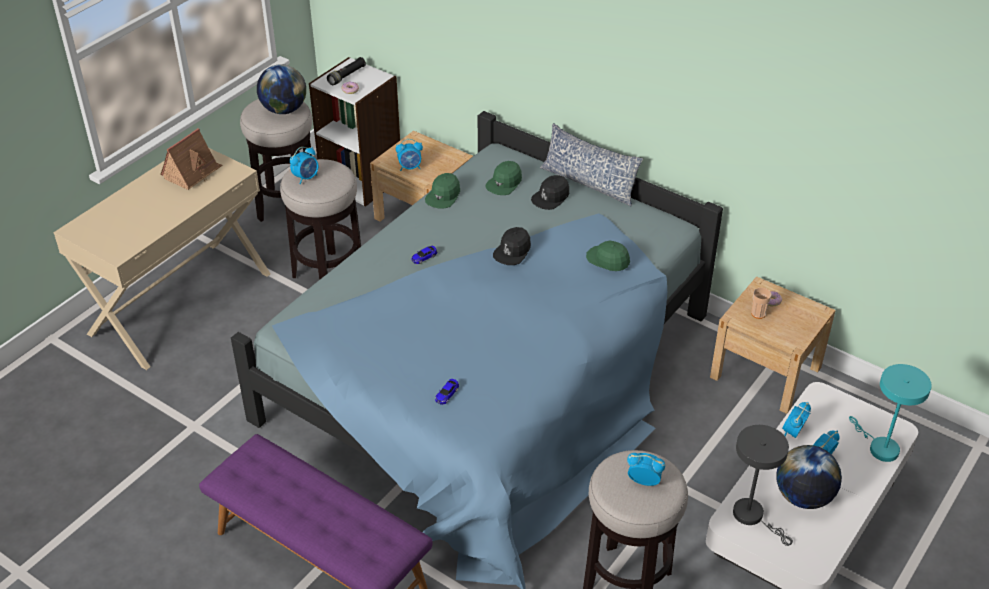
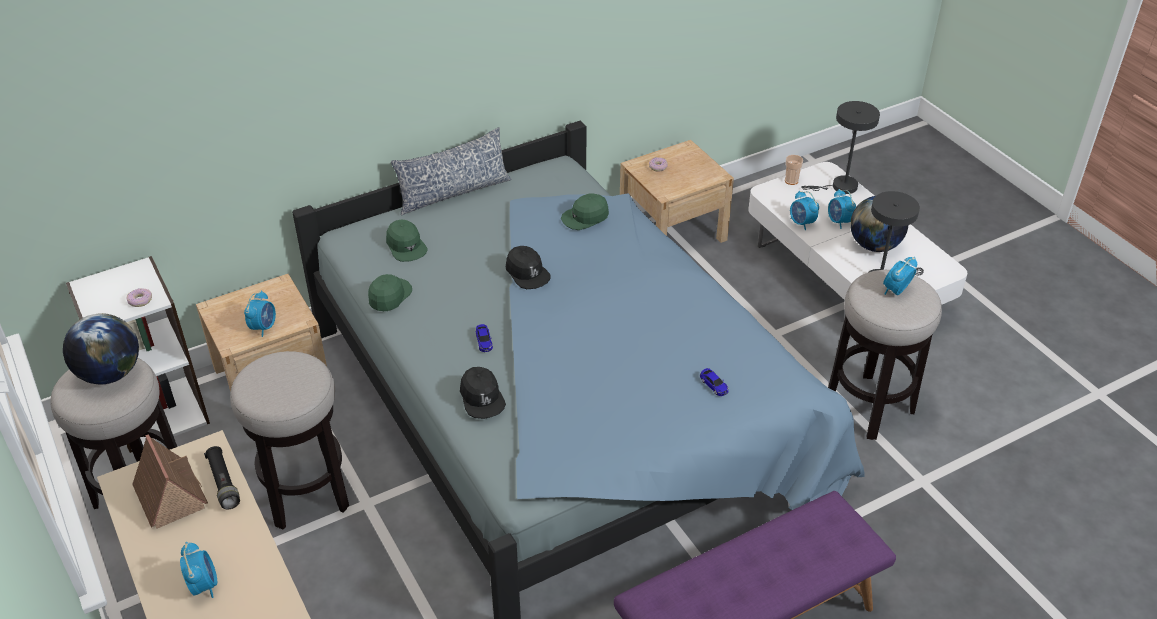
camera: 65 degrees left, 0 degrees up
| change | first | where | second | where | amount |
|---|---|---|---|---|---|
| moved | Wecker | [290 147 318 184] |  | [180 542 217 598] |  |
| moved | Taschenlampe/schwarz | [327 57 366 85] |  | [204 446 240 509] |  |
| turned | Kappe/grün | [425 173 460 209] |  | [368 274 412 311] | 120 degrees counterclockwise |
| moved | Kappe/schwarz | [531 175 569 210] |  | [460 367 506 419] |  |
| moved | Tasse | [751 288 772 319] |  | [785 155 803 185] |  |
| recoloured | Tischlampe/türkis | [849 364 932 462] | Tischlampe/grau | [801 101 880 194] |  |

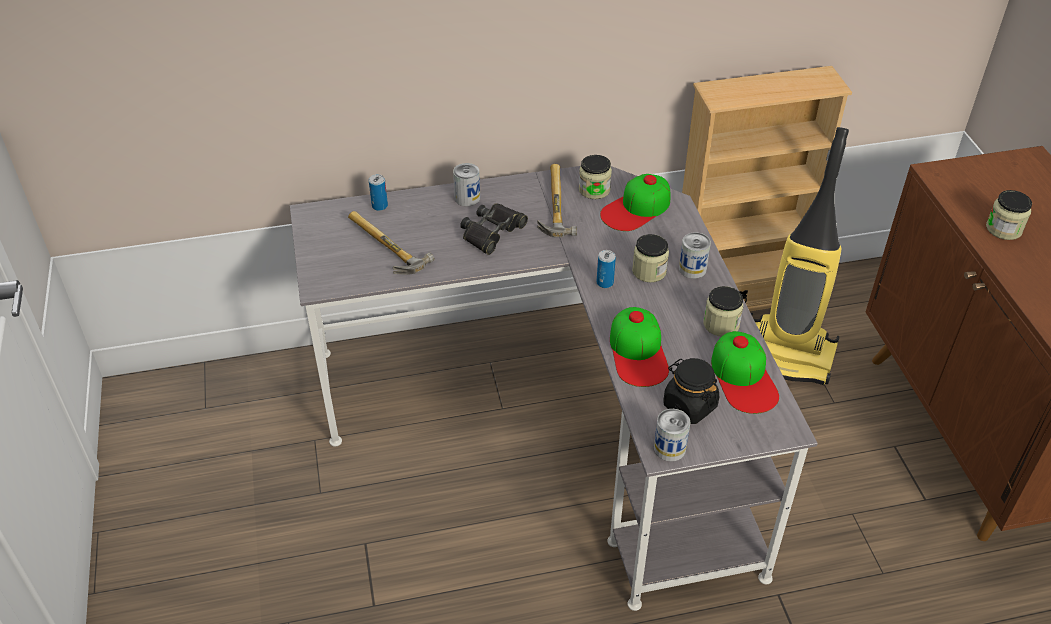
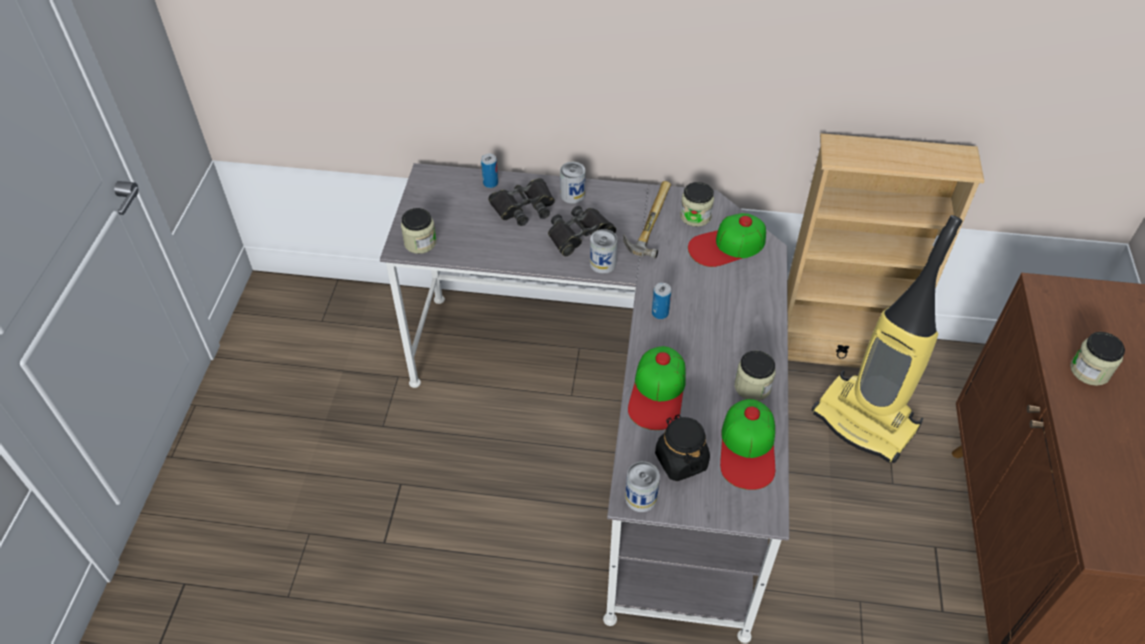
camera: 20 degrees right, 5 degrees up
| change | first | where | second | where | amount |
|---|---|---|---|---|---|
| removed | Hammer | [348 211 435 275] |  |  |  |
| moved | Vorratsglas | [632 234 669 282] |  | [401 208 436 254] |  |
| moved | Dose | [679 232 711 279] |  | [590 229 617 274] |  |
| added |  |  | Fernglas/schwarz | [488 178 555 226] |  |

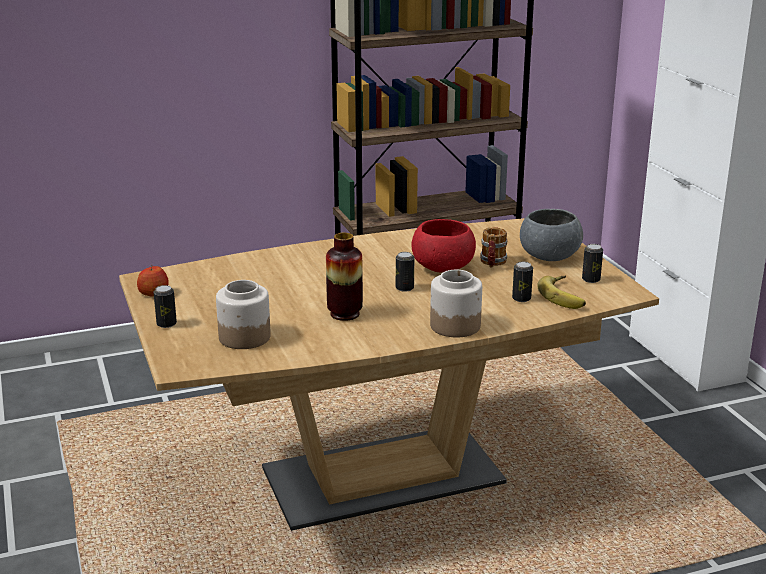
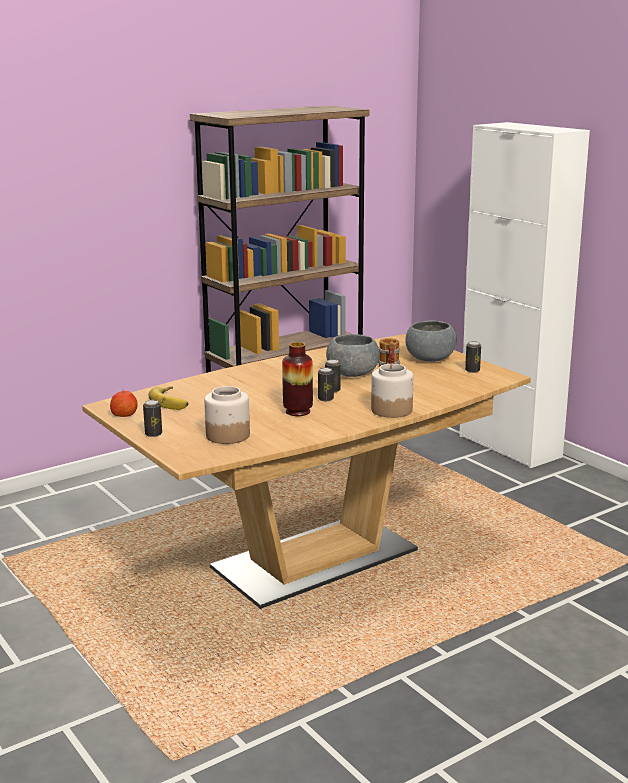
camera: 15 degrees left, 5 degrees down
| change | first | where | second | where | amount |
|---|---|---|---|---|---|
| recoloured | Schüssel/rot | [412 219 476 272] | Schüssel/grau | [326 334 380 377] |  |
| moved | Dose | [512 262 533 302] |  | [318 368 334 401] |  |
| moved | Banane | [537 276 586 309] |  | [148 386 188 410] |  |

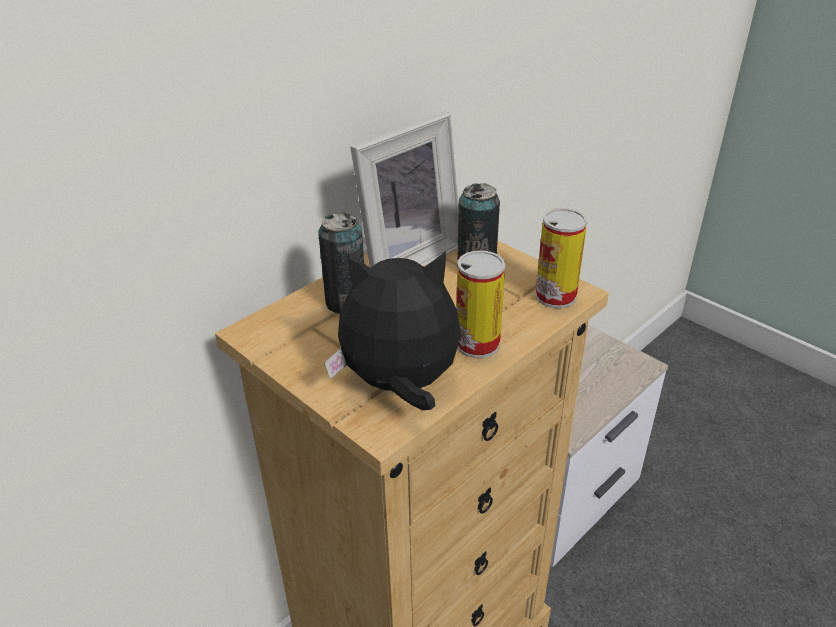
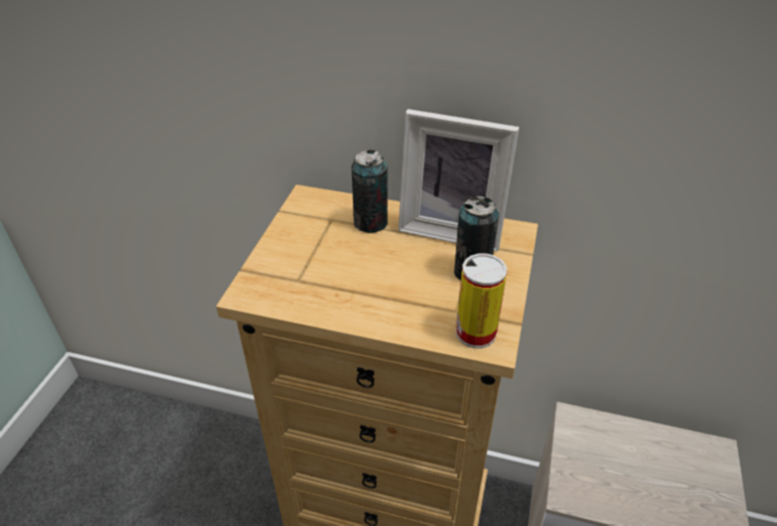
camera: 60 degrees right, 5 degrees up
| change | first | where | second | where | amount |
|---|---|---|---|---|---|
| removed | Plüschtier | [325 251 461 410] |  |  |  |
| removed | Dose | [456 251 505 358] |  |  |  |

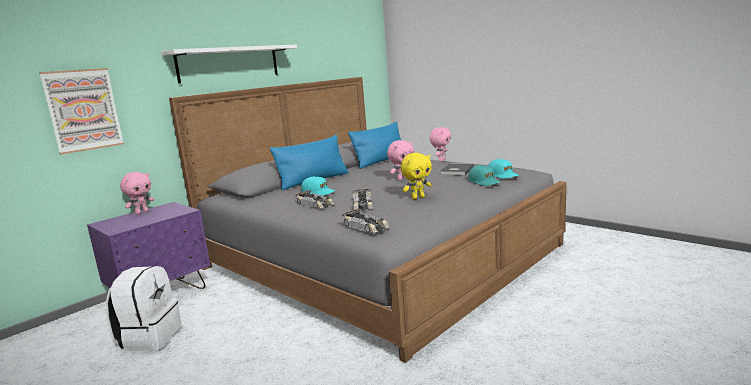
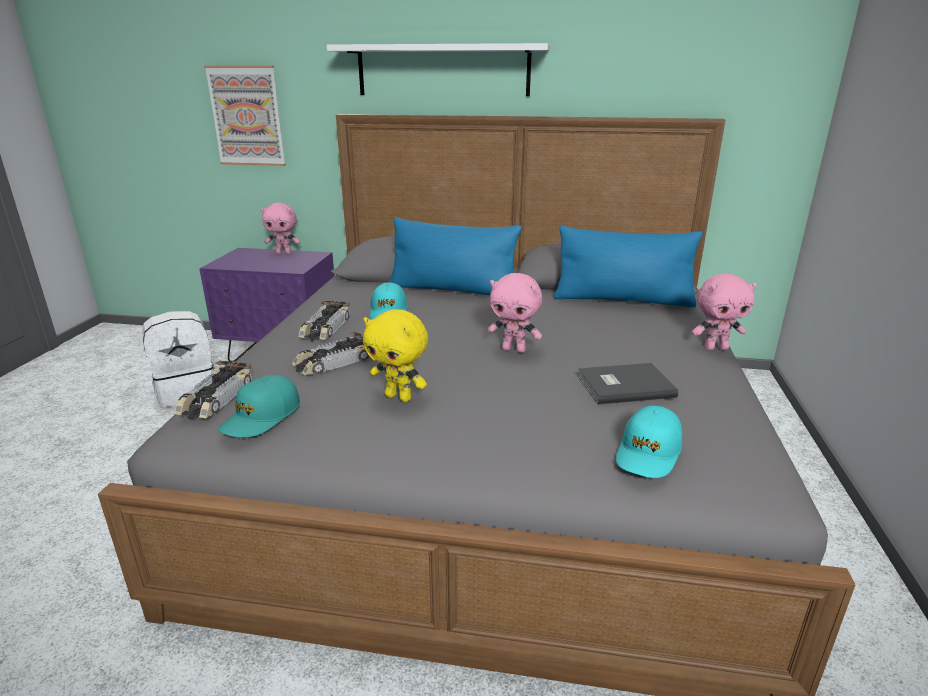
camera: 55 degrees right, 10 degrees up
| change | first | where | second | where | amount |
|---|---|---|---|---|---|
| moved | Kappe/türkis | [468 165 501 186] |  | [218 375 300 437] |  |

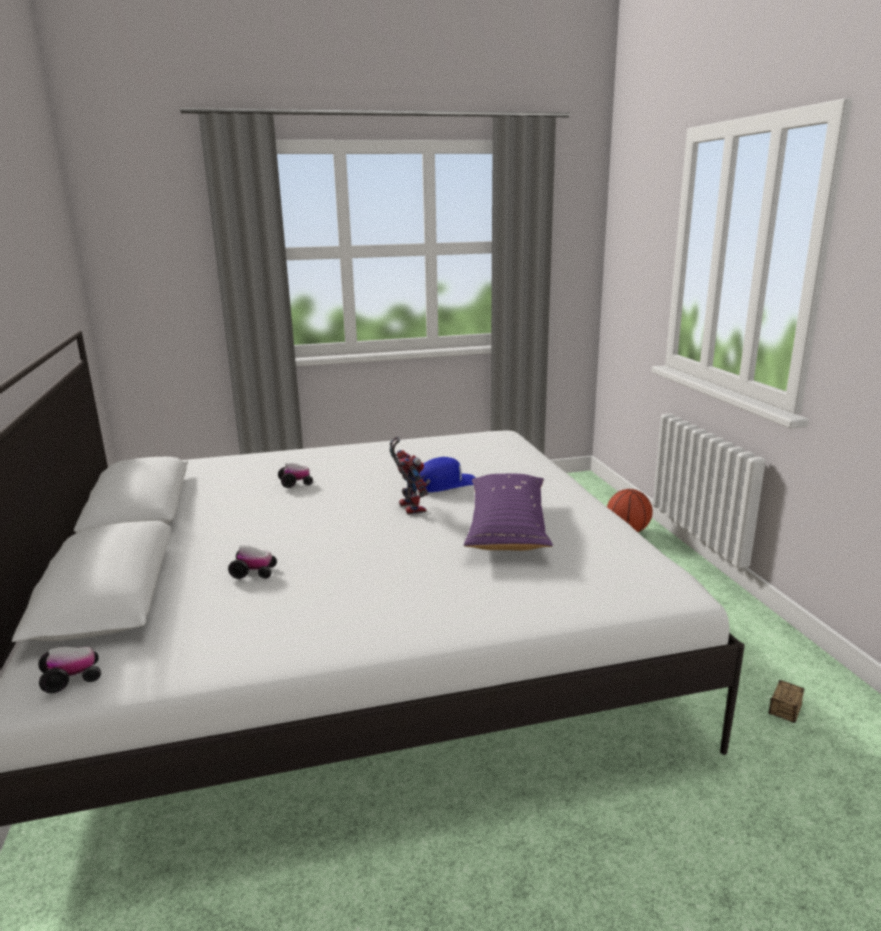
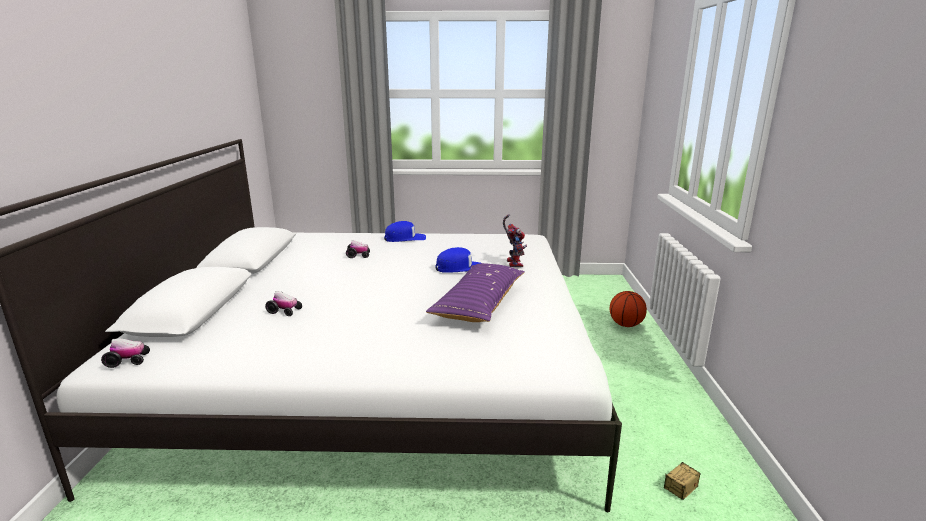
camera: 15 degrees right, 0 degrees up
| change | first | where | second | where | amount |
|---|---|---|---|---|---|
| moved | Spielzeugroboter | [390 437 431 514] |  | [503 214 527 267] |  |
| added |  |  | Kappe/blau | [384 221 426 242] |  |

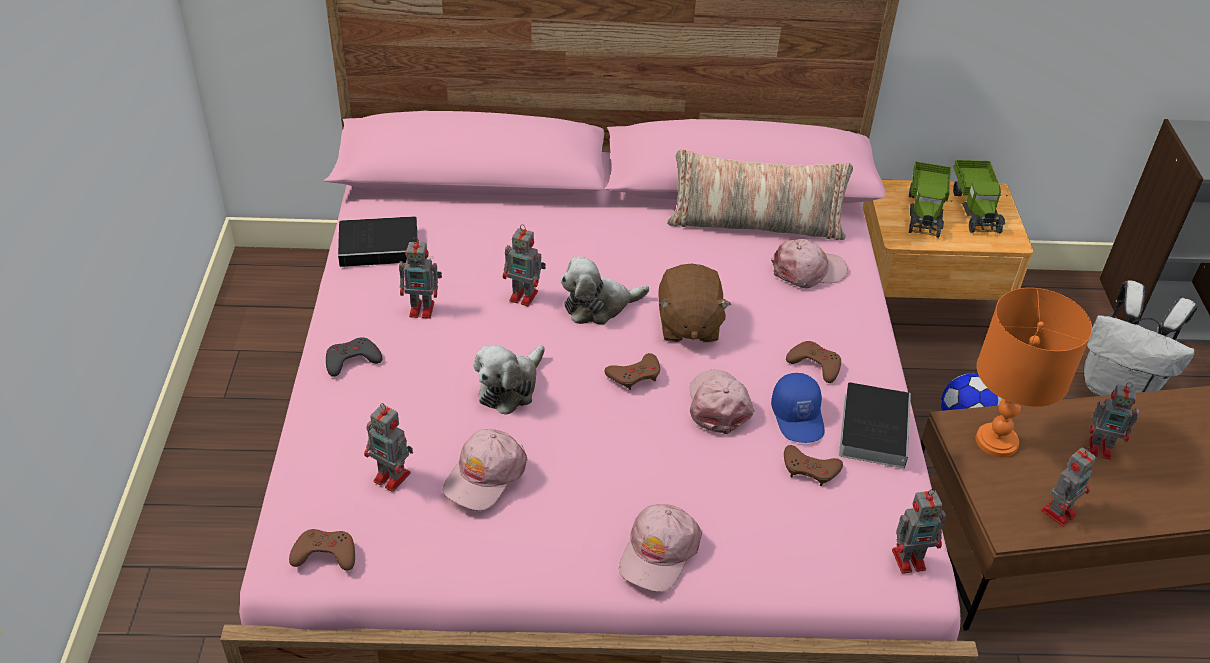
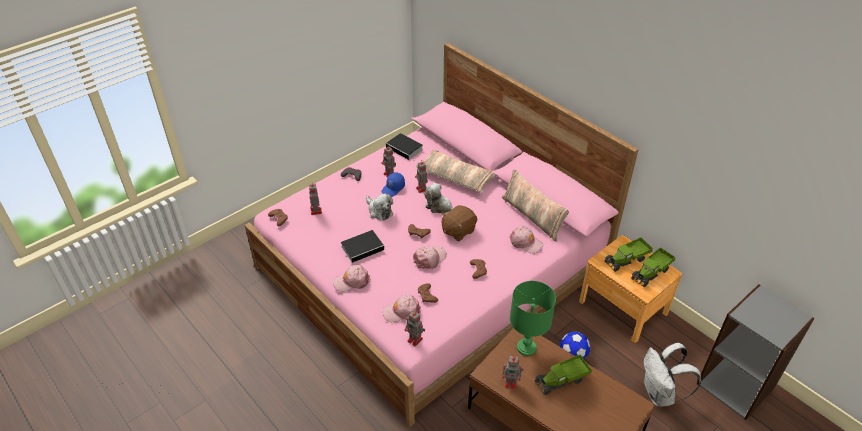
camera: 50 degrees right, 0 degrees up
| change | first | where | second | where | amount |
|---|---|---|---|---|---|
| moved | Kappe/rosa | [442 429 527 510] |  | [382 295 421 322] |  |
| turned | Plüschtier | [474 345 545 415] |  | [366 194 393 220] | 120 degrees counterclockwise |
| moved | Kappe/blau | [771 373 825 443] |  | [381 173 405 197] |  |
| moved | Buch | [839 382 911 468] |  | [341 230 390 263] |  |
| recoloured | Tischlampe/orange | [976 288 1092 457] | Tischlampe/grün | [510 281 556 356] |  |
| replaced | Spielzeugroboter | [1089 382 1139 460] | Spielzeuglaster | [535 355 592 395] |  |
| added |  |  | Kissen | [415 149 495 193] |  |

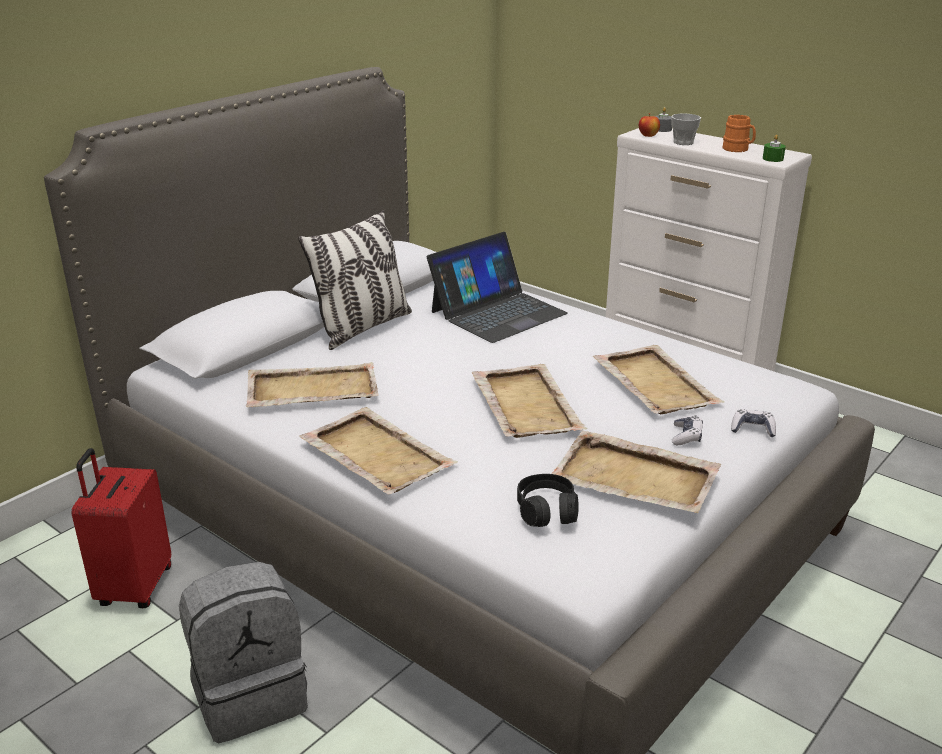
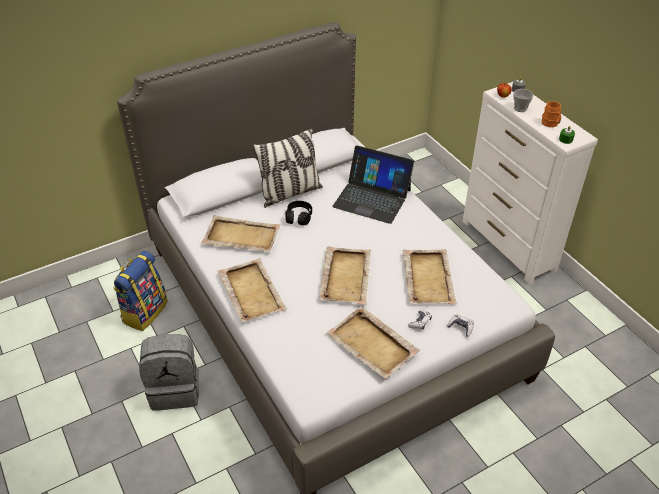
camera: 20 degrees right, 15 degrees up
| change | first | where | second | where | amount |
|---|---|---|---|---|---|
| replaced | Koffer/rot | [72 448 171 608] | Rucksack | [113 251 168 331] |  |
| turned | Laptop | [427 232 568 343] |  | [332 145 414 224] | 45 degrees clockwise |
| moved | Kopfhörer/schwarz | [517 474 579 527] |  | [285 201 312 225] |  |

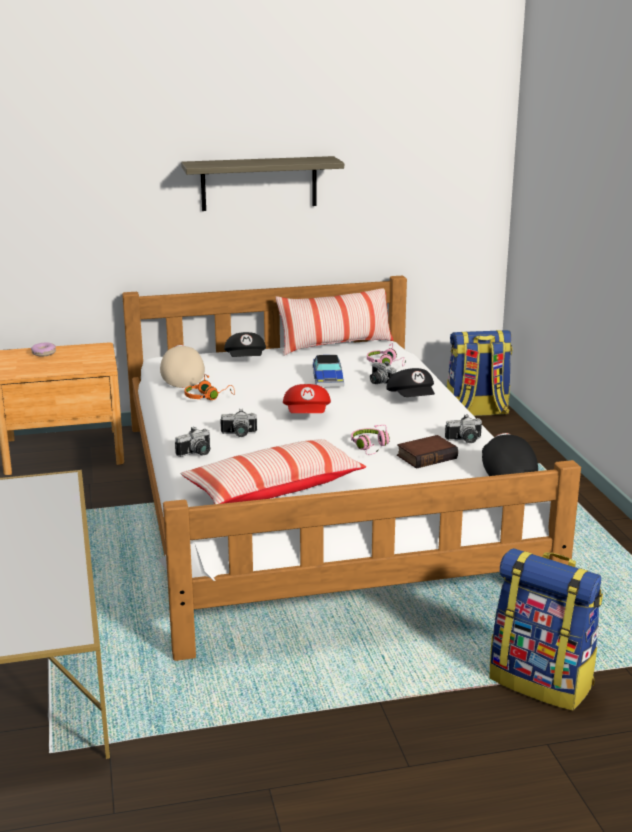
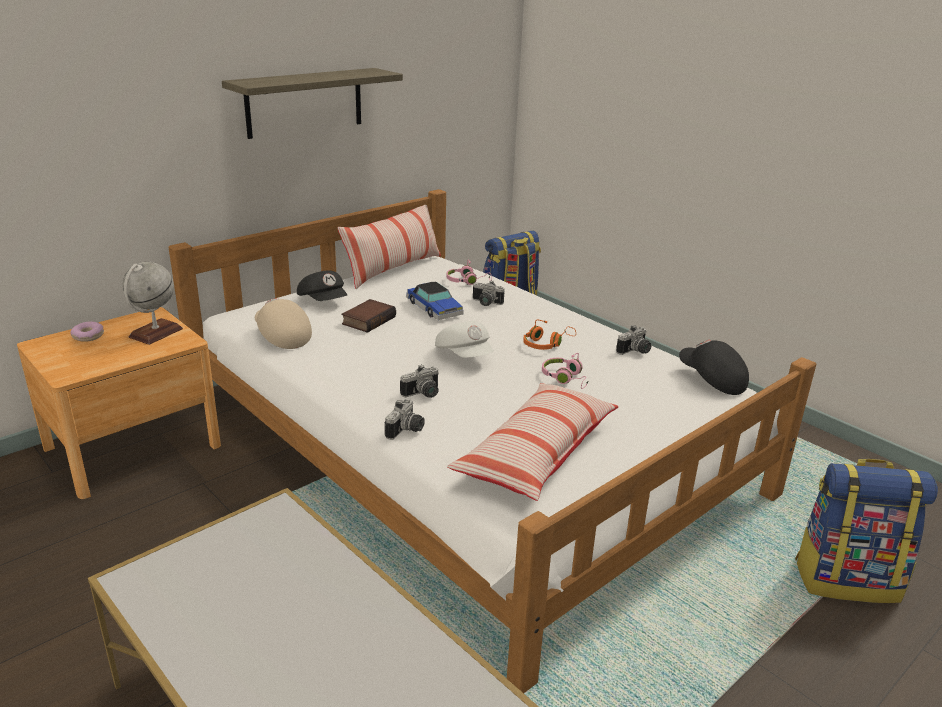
camera: 30 degrees left, 5 degrees up
| change | first | where | second | where | amount |
|---|---|---|---|---|---|
| moved | Kopfhörer/orange | [184 374 235 400] |  | [523 320 576 350] |  |
| recoloured | Kappe/rot | [283 384 331 413] | Kappe/weiß | [435 321 494 358] |  |
| removed | Kappe/schwarz | [386 368 435 397] |  |  |  |
| moved | Buch | [397 435 458 469] |  | [342 299 396 333] |  |
| added |  |  | Globus | [123 262 183 345] |  |

